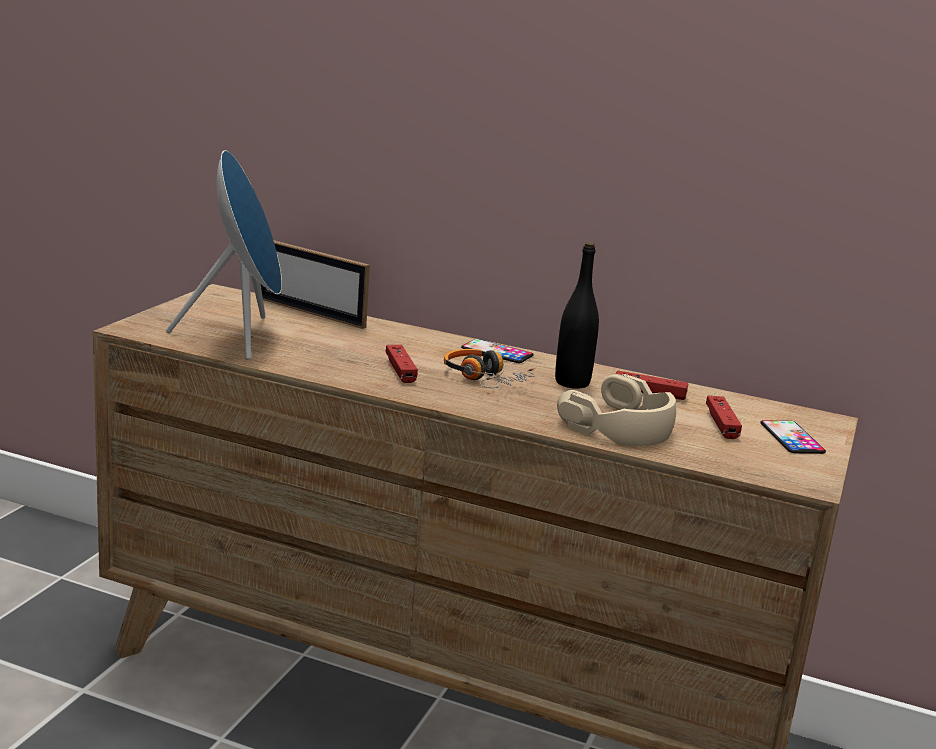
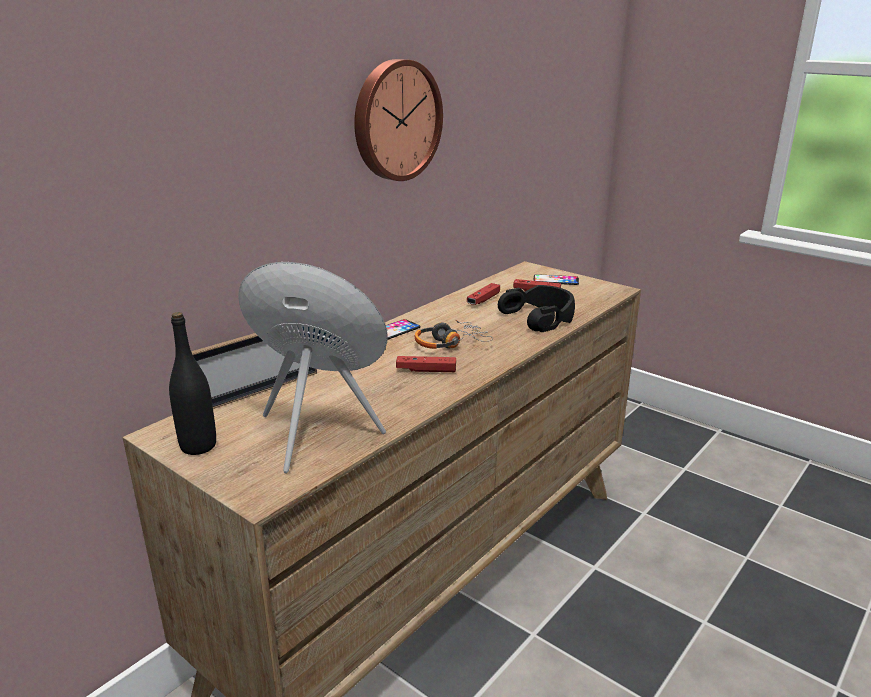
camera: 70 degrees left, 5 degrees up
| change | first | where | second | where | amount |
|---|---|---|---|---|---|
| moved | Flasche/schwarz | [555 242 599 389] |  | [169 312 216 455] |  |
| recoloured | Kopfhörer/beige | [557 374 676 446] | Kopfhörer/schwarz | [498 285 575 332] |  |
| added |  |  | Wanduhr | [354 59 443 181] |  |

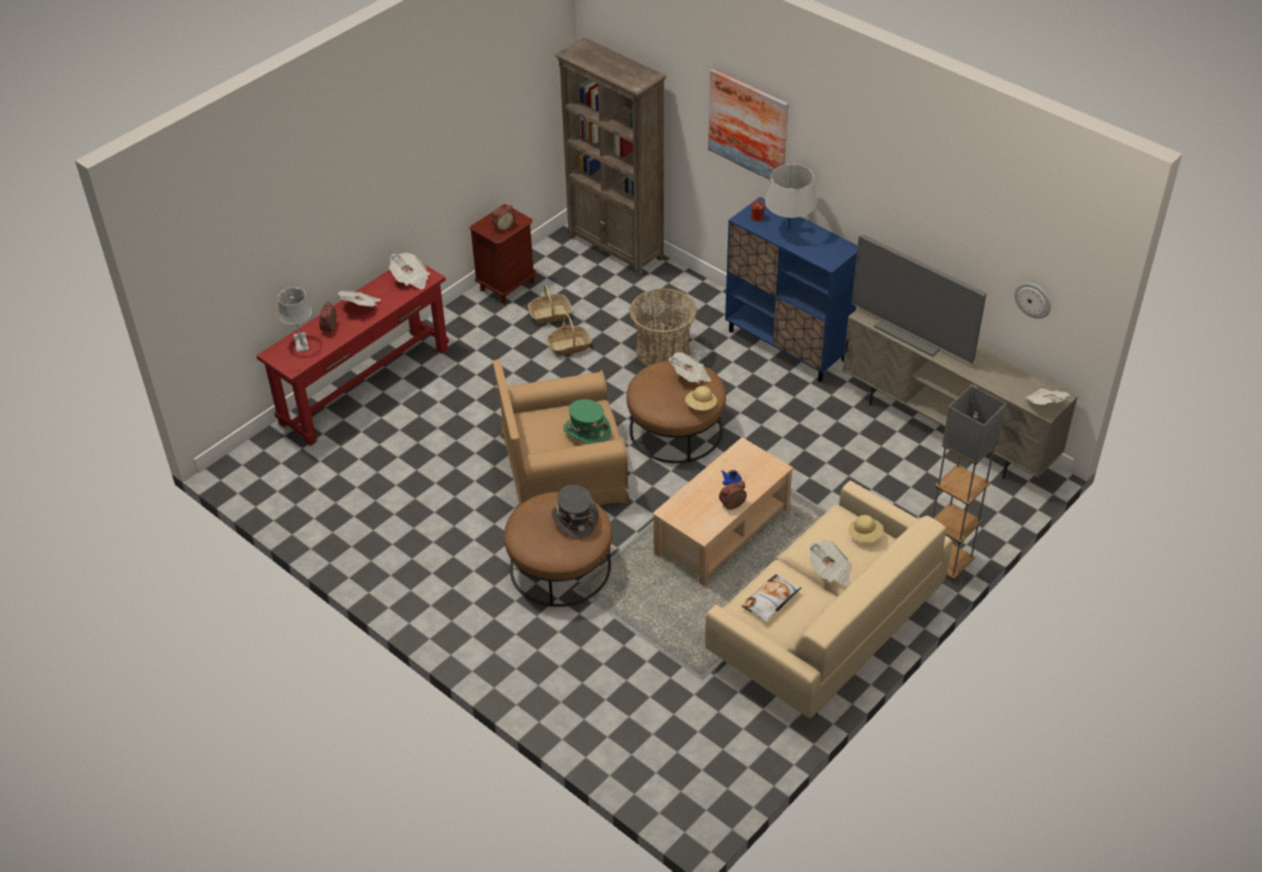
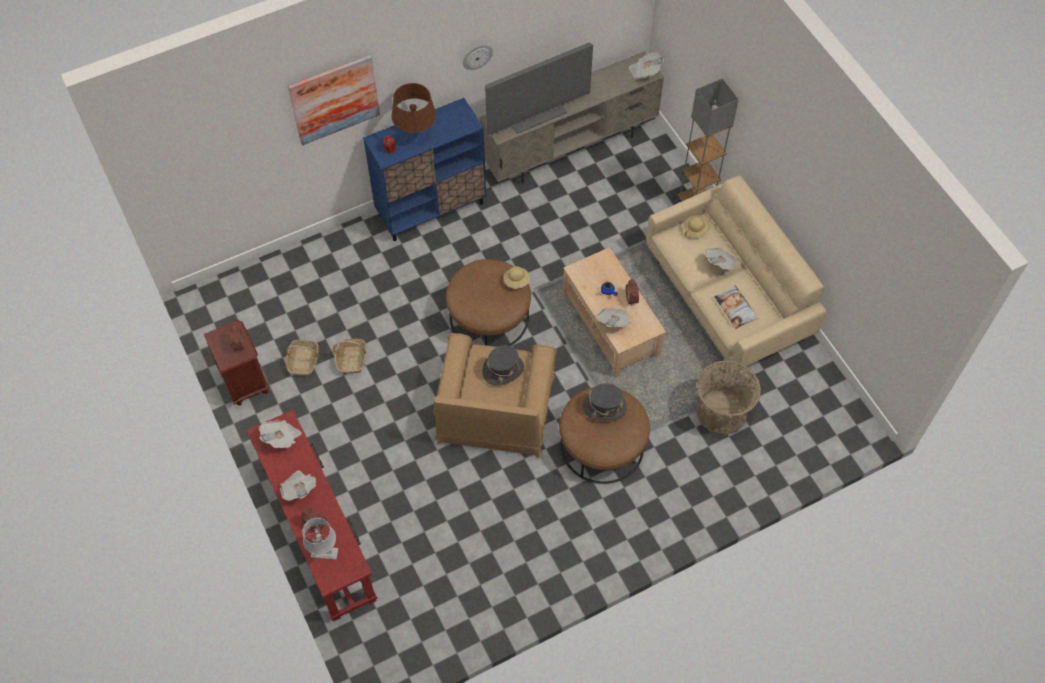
camera: 70 degrees left, 15 degrees up
| change | first | where | second | where | amount |
|---|---|---|---|---|---|
| removed | Bücherregal/braun | [555 37 666 276] |  |  |  |
| recoloured | Hut/grün | [563 399 611 444] | Hut/grau | [482 345 524 386] |  |
| moved | Korb | [629 288 697 367] |  | [697 360 761 435] |  |
| moved | Zeitung | [669 352 711 383] |  | [597 308 631 327] |  |
| recoloured | Tischlampe/grau | [765 164 816 227] | Tischlampe/braun | [391 83 436 134] |  |
| moved | Wanduhr | [1014 282 1051 319] |  | [463 44 493 70] |  |

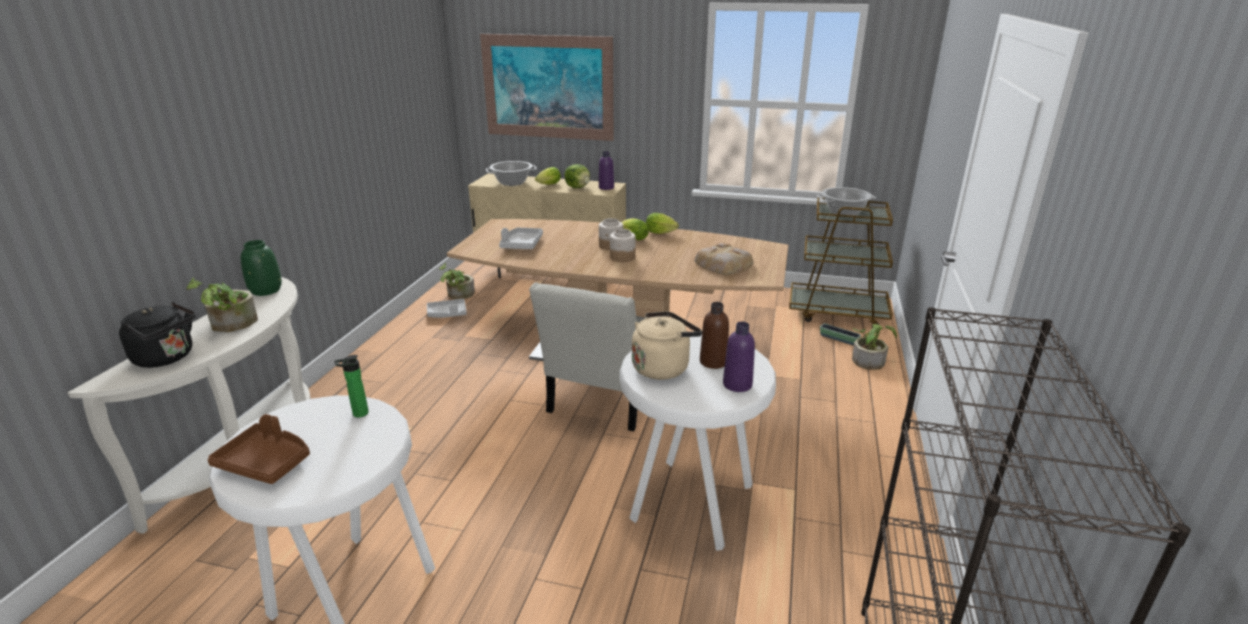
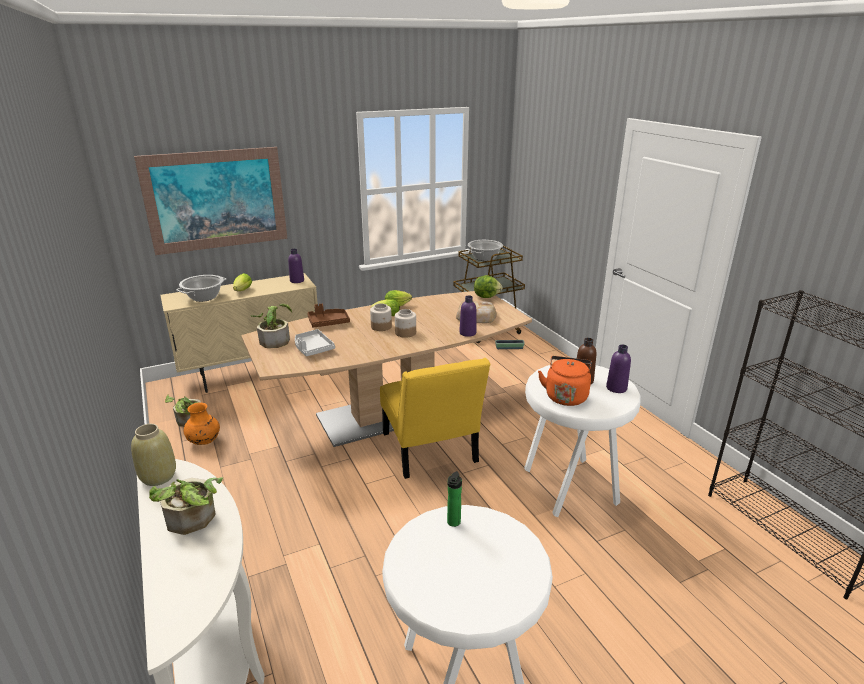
camera: 40 degrees left, 0 degrees up
| change | first | where | second | where | amount |
|---|---|---|---|---|---|
| removed | Wasserkessel/schwarz | [119 302 196 368] |  |  |  |
| moved | Tablett/braun | [207 414 310 484] |  | [307 304 350 327] |  |
| recoloured | Vase/grün | [240 240 282 296] | Vase/beige | [131 424 176 486] |  |
| replaced | Tablett/grau | [427 299 467 318] | Vase/orange | [184 402 220 445] |  |
| recoloured | Stuhl/weiß | [529 282 645 431] | Stuhl/gelb | [380 358 490 479] |  |
| moved | Salatkopf | [564 164 590 188] |  | [474 275 503 298] |  |
| recoloured | Wasserkessel/beige | [632 311 702 380] | Wasserkessel/orange | [538 356 592 406] |  |
| moved | Topfpflanze | [852 324 897 370] |  | [251 304 292 348] |  |
| added |  |  | Flasche/lila | [459 295 476 337] |  |

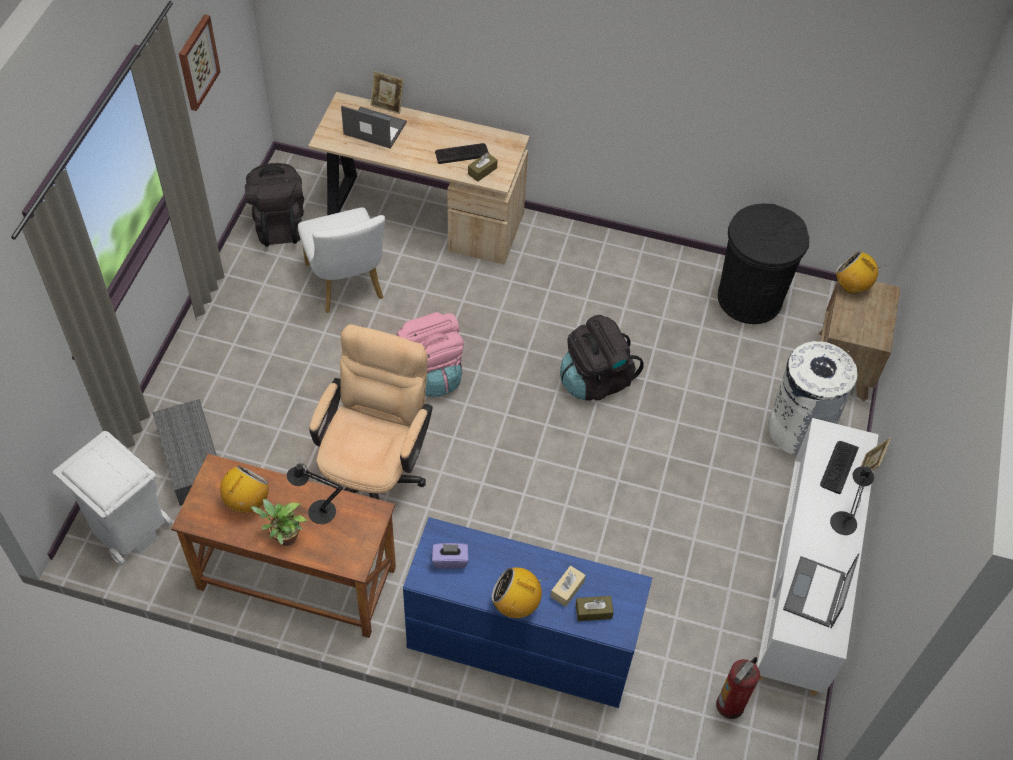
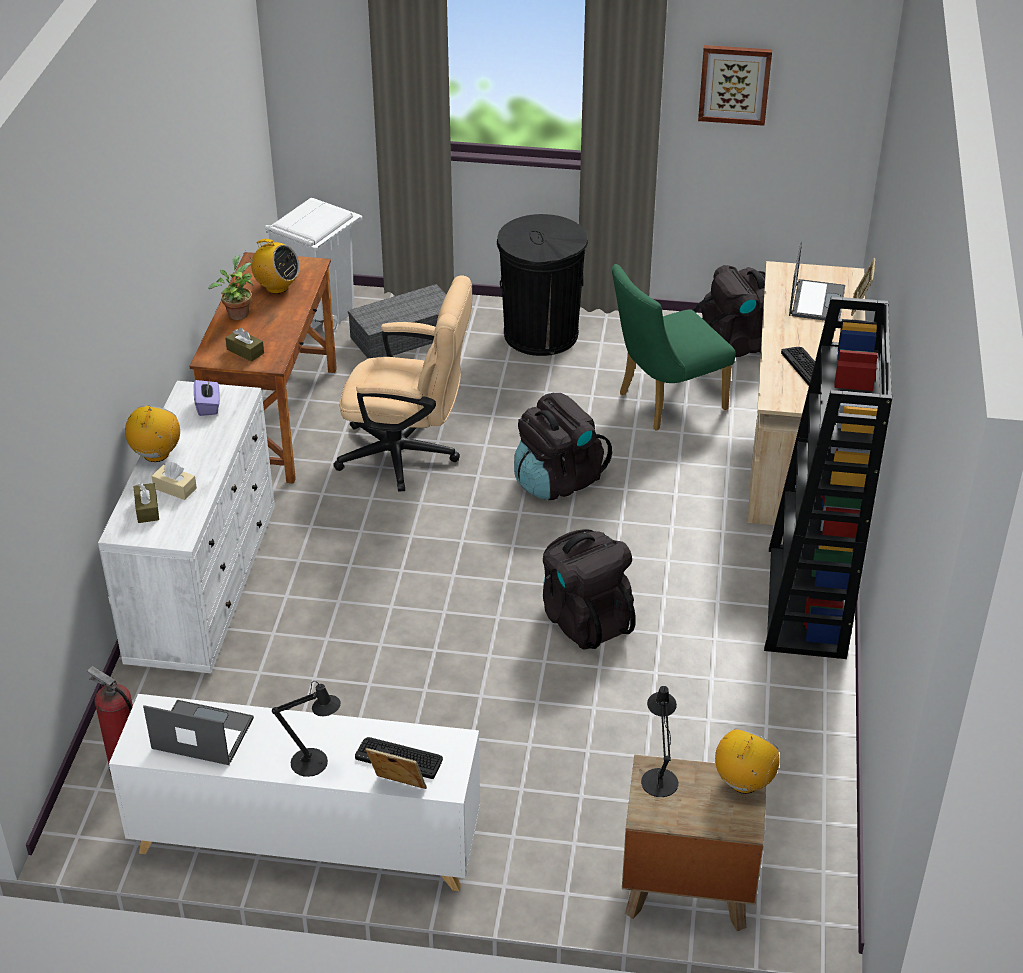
camera: 85 degrees right, 15 degrees down
| change | first | where | second | where | amount |
|---|---|---|---|---|---|
| moved | Tischlampe/schwarz | [287 464 343 524] |  | [641 686 678 797] |  |
| recoloured | Stuhl/weiß | [298 207 385 313] | Stuhl/grün | [612 264 736 431] |  |
| recoloured | Rucksack/rosa | [396 312 464 397] | Rucksack/schwarz | [514 393 612 500] |  |
| recoloured | Kommode/blau | [403 517 652 708] | Kommode/weiß | [98 381 275 673] |  |
| moved | Taschentuchbox/braun | [468 152 497 182] |  | [225 328 264 362] |  |
| moved | Mülleimer/schwarz | [718 204 809 324] |  | [497 214 588 356] |  |
| removed | Mülleimer/weiß | [768 341 858 456] |  |  |  |
| added |  |  | Bücherregal/schwarz | [764 296 892 659] |  |

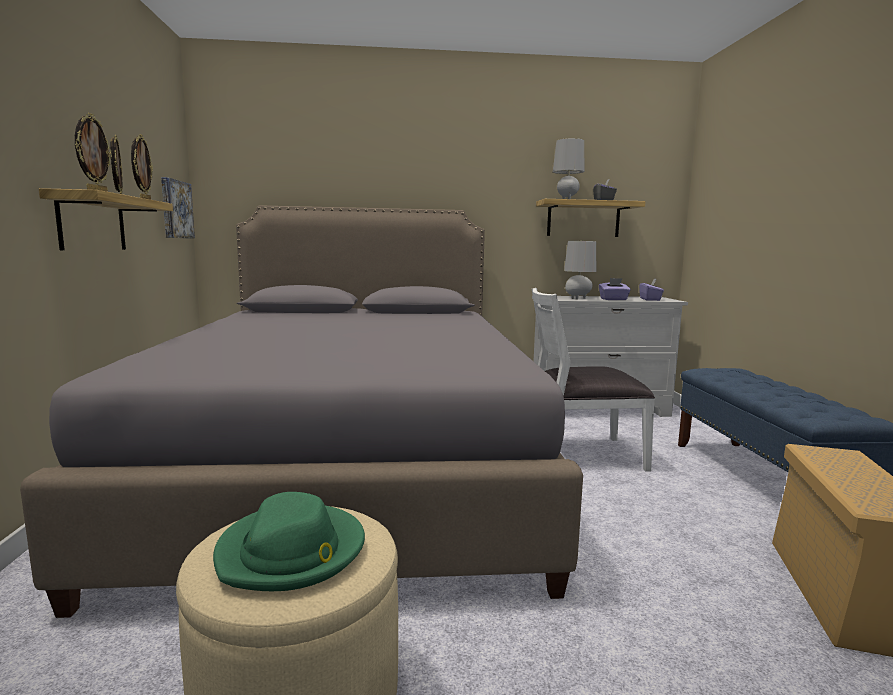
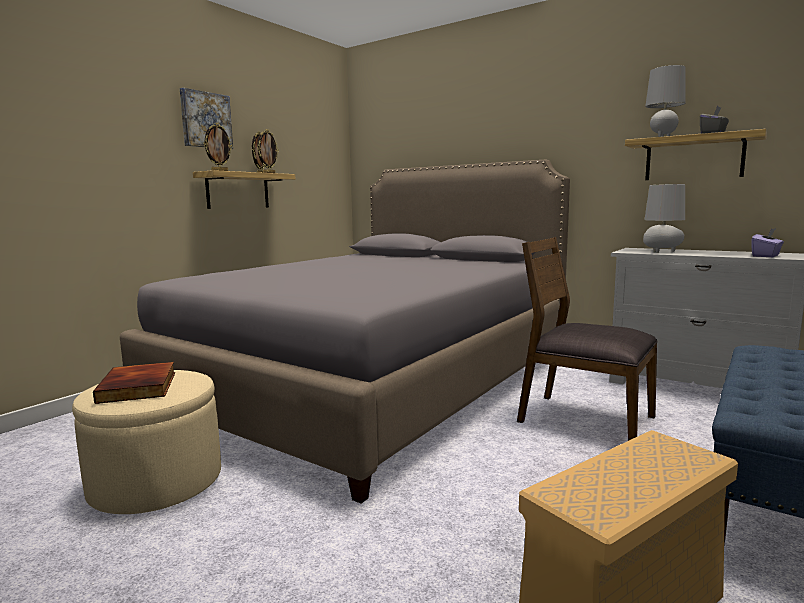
camera: 40 degrees right, 0 degrees up
| change | first | where | second | where | amount |
|---|---|---|---|---|---|
| moved | Bild | [161 177 195 239] |  | [180 88 233 149] |  |
| replaced | Hut/grün | [213 492 365 591] | Buch | [93 362 175 404] |  |
| recoloured | Stuhl/weiß | [532 288 655 472] | Stuhl/braun | [517 237 658 441] |  |
| removed | Taschentuchbox/lila | [599 278 631 300] |  |  |  |

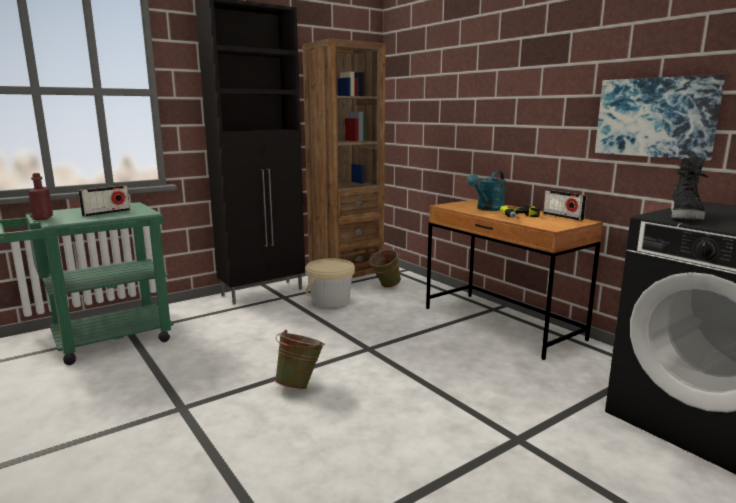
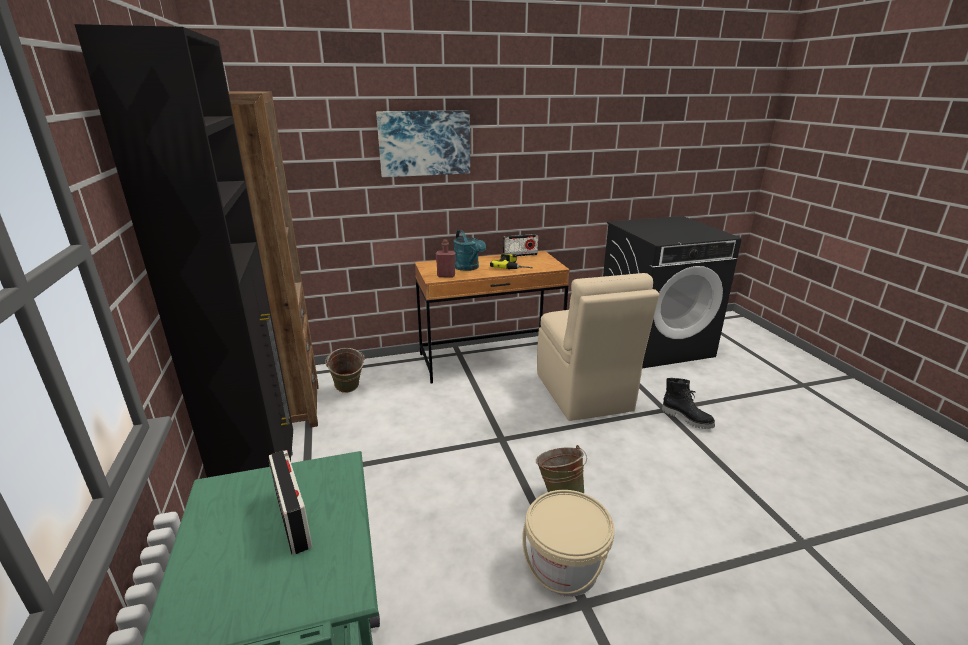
camera: 70 degrees left, 10 degrees up
| change | first | where | second | where | amount |
|---|---|---|---|---|---|
| moved | Flasche/rot | [28 173 53 220] |  | [435 239 456 278] |  |
| moved | Eimer/beige | [305 259 355 308] |  | [522 490 615 597] |  |
| moved | Bild | [595 75 725 161] |  | [376 110 470 177] |  |
| moved | Stiefel/schwarz | [671 156 708 220] |  | [662 378 715 429] |  |
| added |  |  | Stuhl/beige | [537 273 659 421] |  |

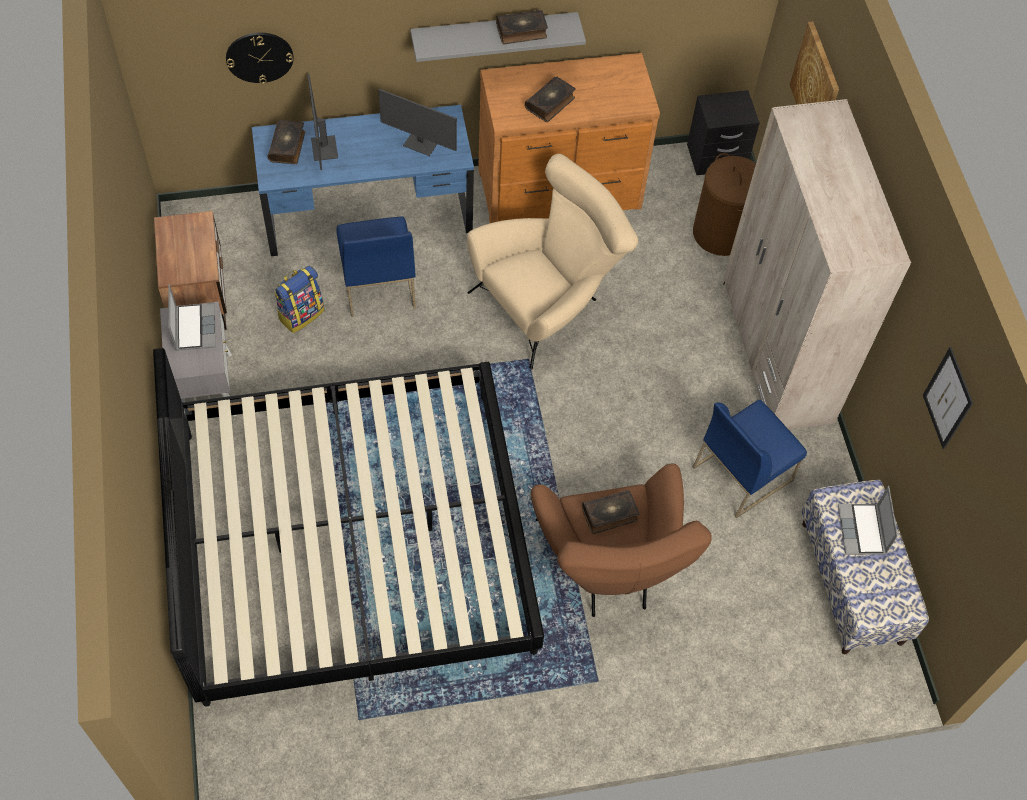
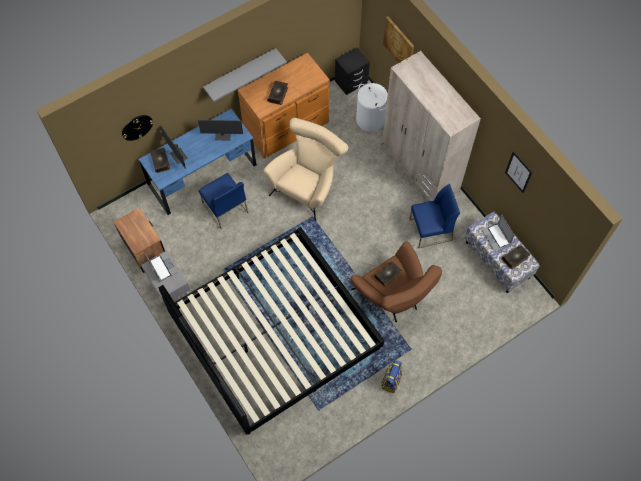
camera: 20 degrees left, 5 degrees up
| change | first | where | second | where | amount |
|---|---|---|---|---|---|
| moved | Rucksack | [274 266 324 333] |  | [381 360 403 393] |  |
| moved | Buch | [496 10 548 44] |  | [502 245 530 270] |  |
| recoloured | Wäschekorb/braun | [693 153 756 256] | Wäschekorb/weiß | [356 83 388 132] |  |
| turned | Stuhl/blau | [693 400 807 518] |  | [409 184 460 248] | 135 degrees counterclockwise |

